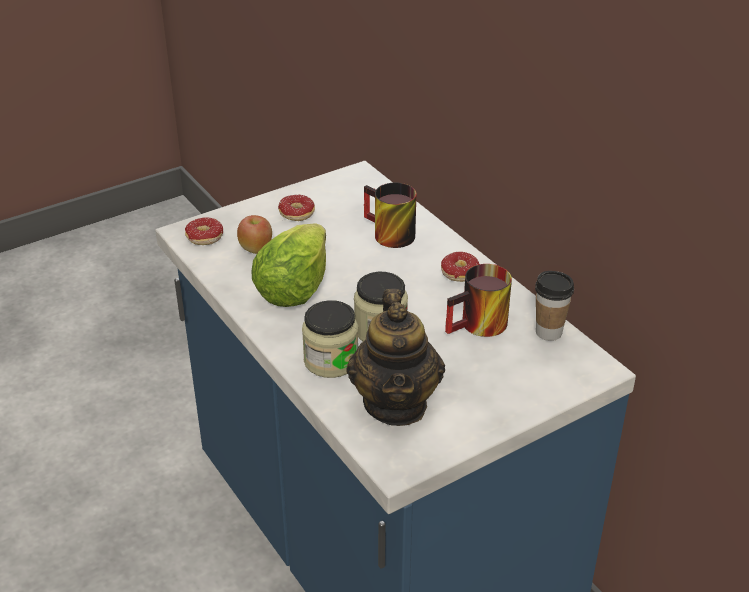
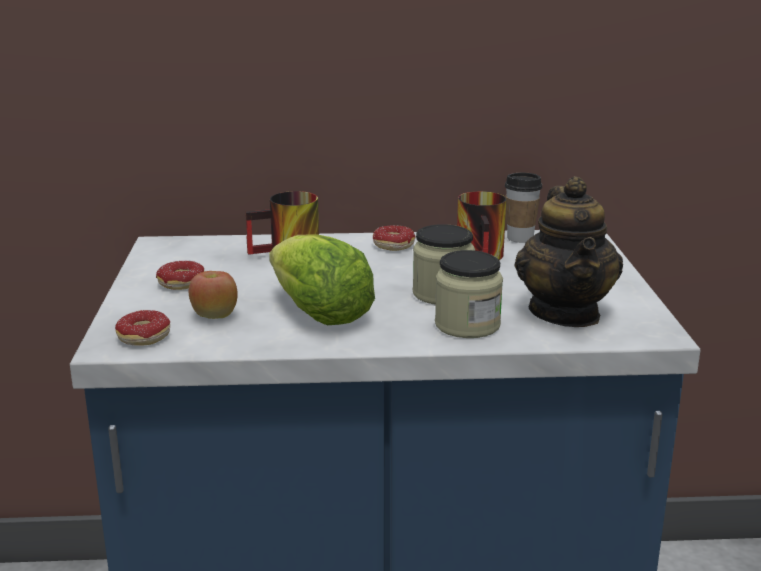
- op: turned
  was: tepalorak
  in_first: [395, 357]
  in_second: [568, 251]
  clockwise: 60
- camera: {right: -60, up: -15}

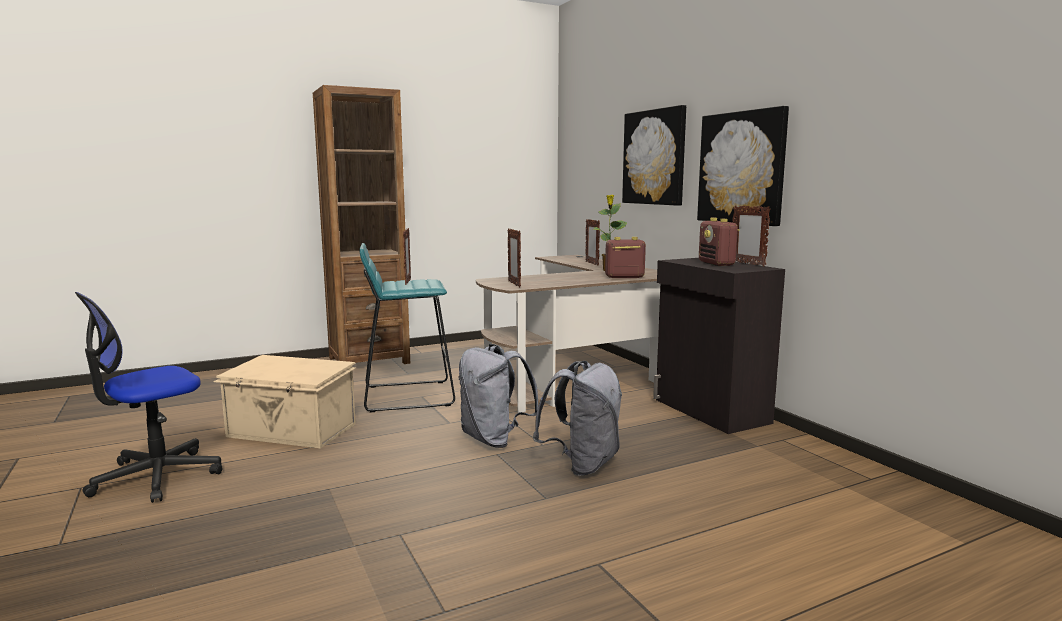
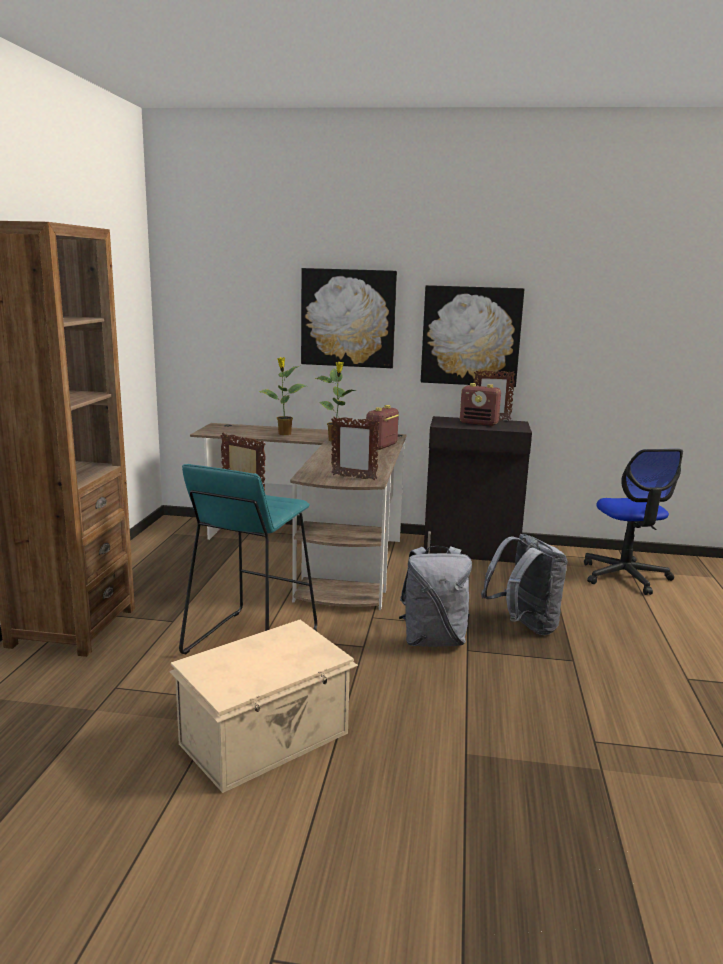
- op: replaced
  was: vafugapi
  now: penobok
  in_first: [593, 242]
  in_second: [282, 396]
- op: moved
  was: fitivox
  in_first: [148, 397]
  in_second: [633, 522]
- camera: {right: -55, up: 5}

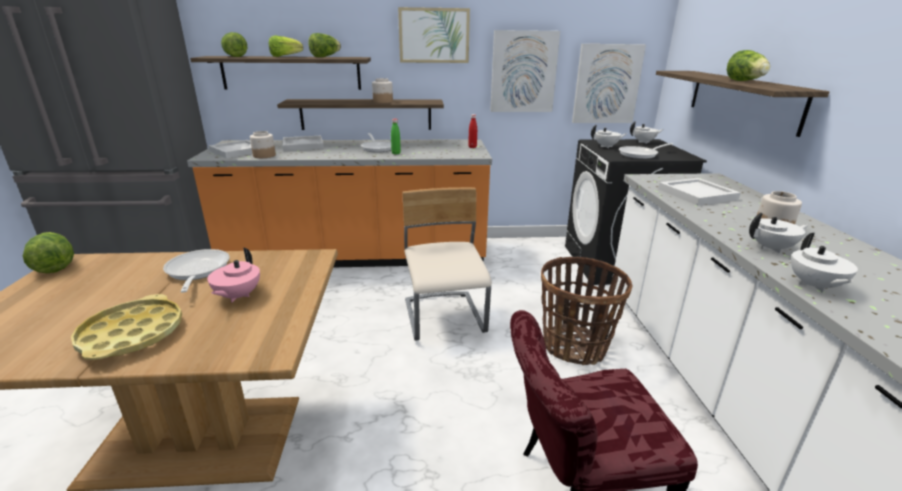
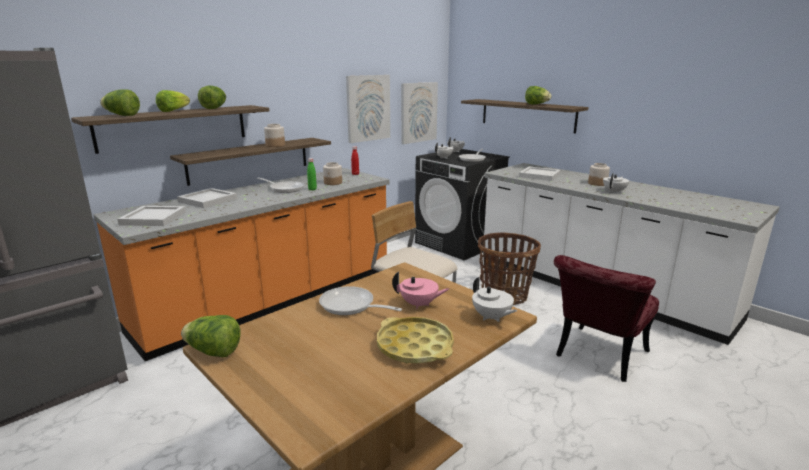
- op: moved
  was: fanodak
  in_first: [263, 144]
  in_second: [332, 173]
- op: turned
  was: pink_tepalorak
  in_first: [233, 275]
  in_second: [420, 290]
  clockwise: -45
- op: moved
  was: white_tepalorak
  in_first: [824, 263]
  in_second: [494, 299]
- op: removed
  was: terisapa
  in_first: [434, 35]
- camera: {right: -40, up: -5}

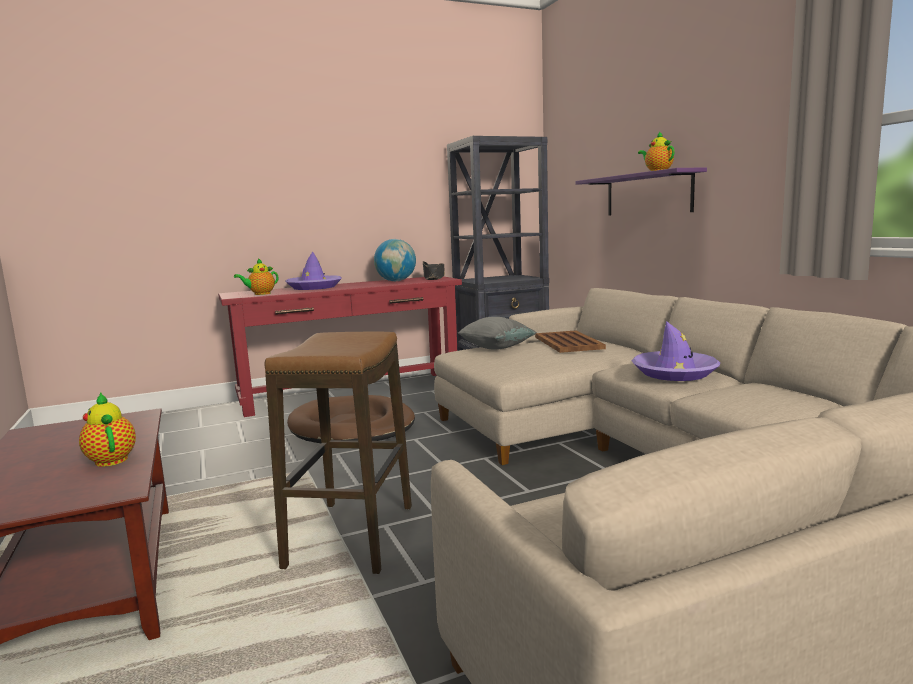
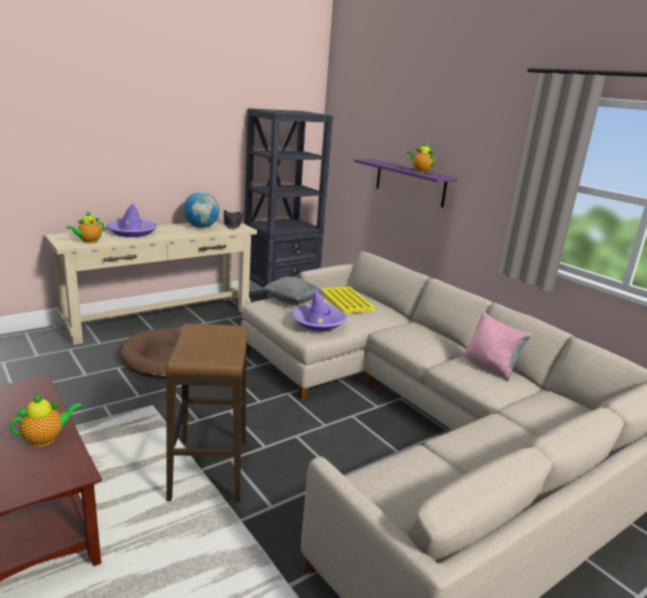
- op: turned
  was: tepalorak
  in_first: [107, 429]
  in_second: [46, 420]
  clockwise: 105
- op: recoloured
  was: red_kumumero
  now: beige_kumumero
  in_first: [340, 346]
  in_second: [150, 282]
- op: moved
  was: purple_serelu
  in_first: [676, 351]
  in_second: [319, 310]
- op: recoloured
  was: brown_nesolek
  now: yellow_nesolek
  in_first: [570, 341]
  in_second: [348, 300]
- op: added
  now: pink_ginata
  in_second: [498, 346]
- camera: {right: -15, up: 10}

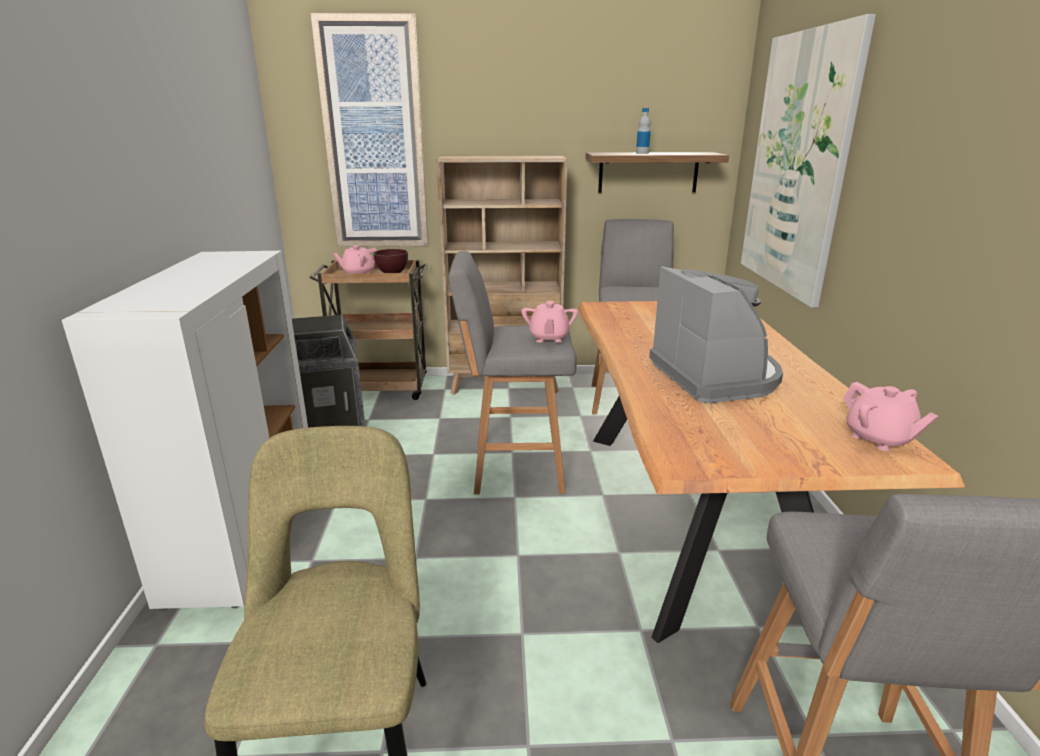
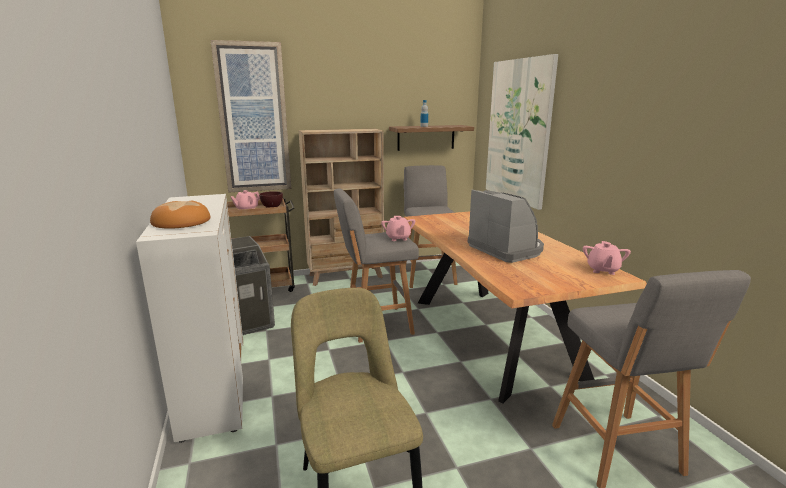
- op: added
  now: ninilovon
  in_second: [180, 215]
- op: turned
  was: pink_tepalorak
  in_first: [890, 416]
  in_second: [607, 258]
  clockwise: 60
- camera: {right: -15, up: -5}

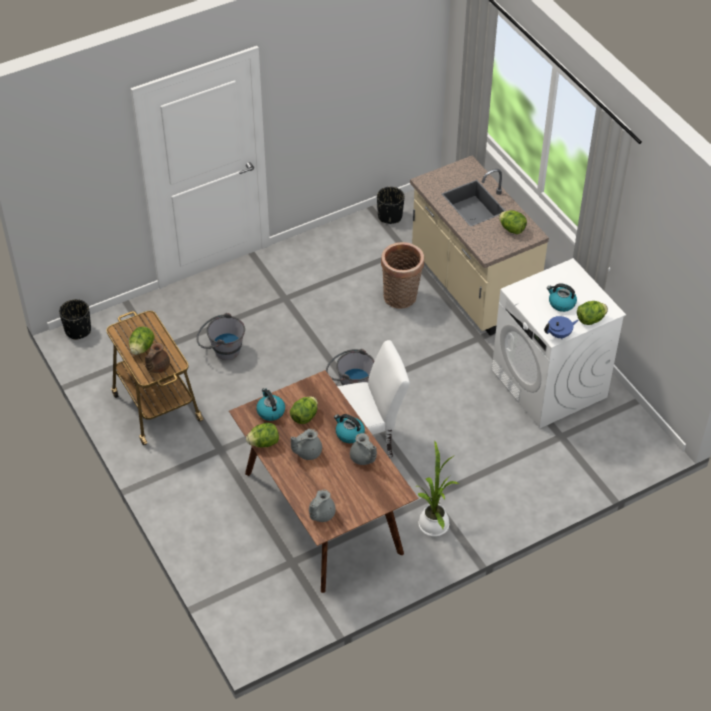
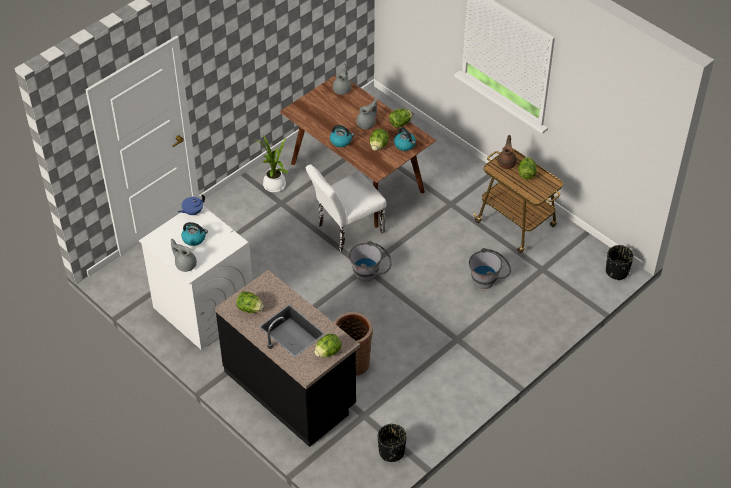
- op: moved
  was: grey_tepalorak
  in_first: [363, 449]
  in_second: [184, 255]
- op: recoloured
  was: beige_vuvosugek
  now: black_vuvosugek
  in_first: [479, 246]
  in_second: [287, 358]
- op: moved
  was: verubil
  in_first: [592, 313]
  in_second: [328, 345]
- camera: {right: 165, up: 0}

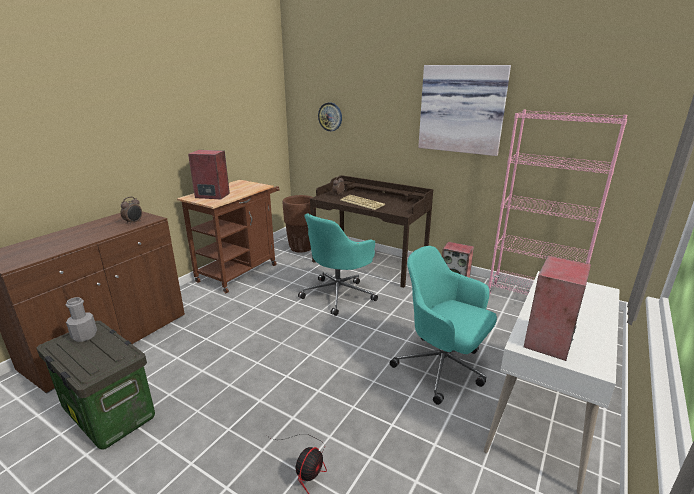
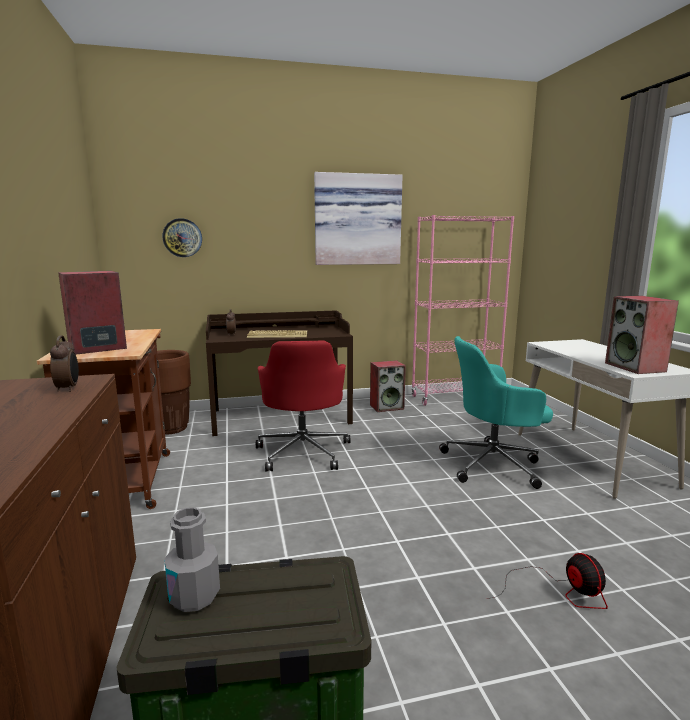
- op: recoloured
  was: turquoise_fitivox
  now: red_fitivox
  in_first: [338, 264]
  in_second: [303, 406]
- camera: {right: -45, up: -10}

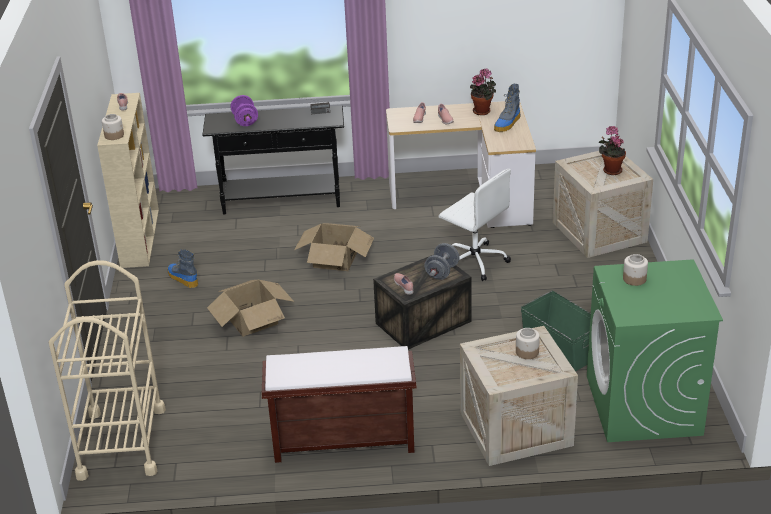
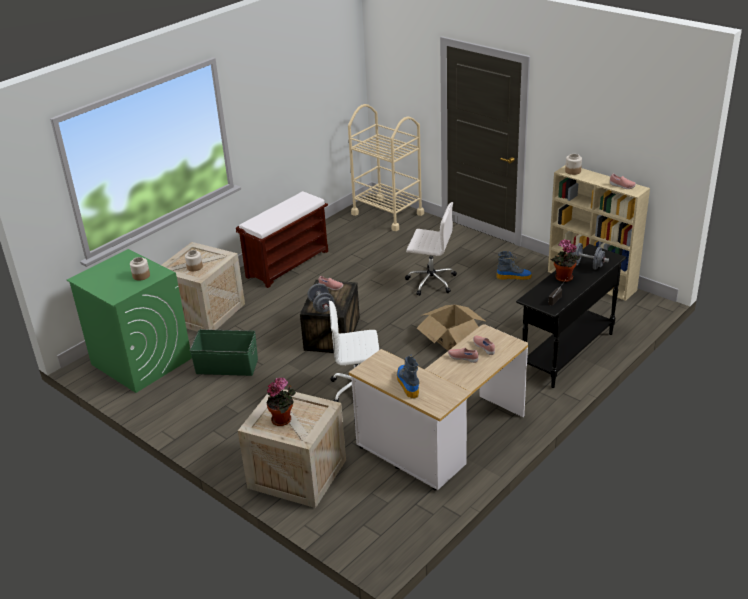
- op: replaced
  was: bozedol
  now: white_fitivox
  in_first: [250, 308]
  in_second: [431, 249]
- op: moved
  was: penobok
  in_first: [483, 92]
  in_second: [565, 261]
- op: recoloured
  was: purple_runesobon
  now: grey_runesobon
  in_first: [244, 110]
  in_second: [588, 256]
- camera: {right: 135, up: 0}

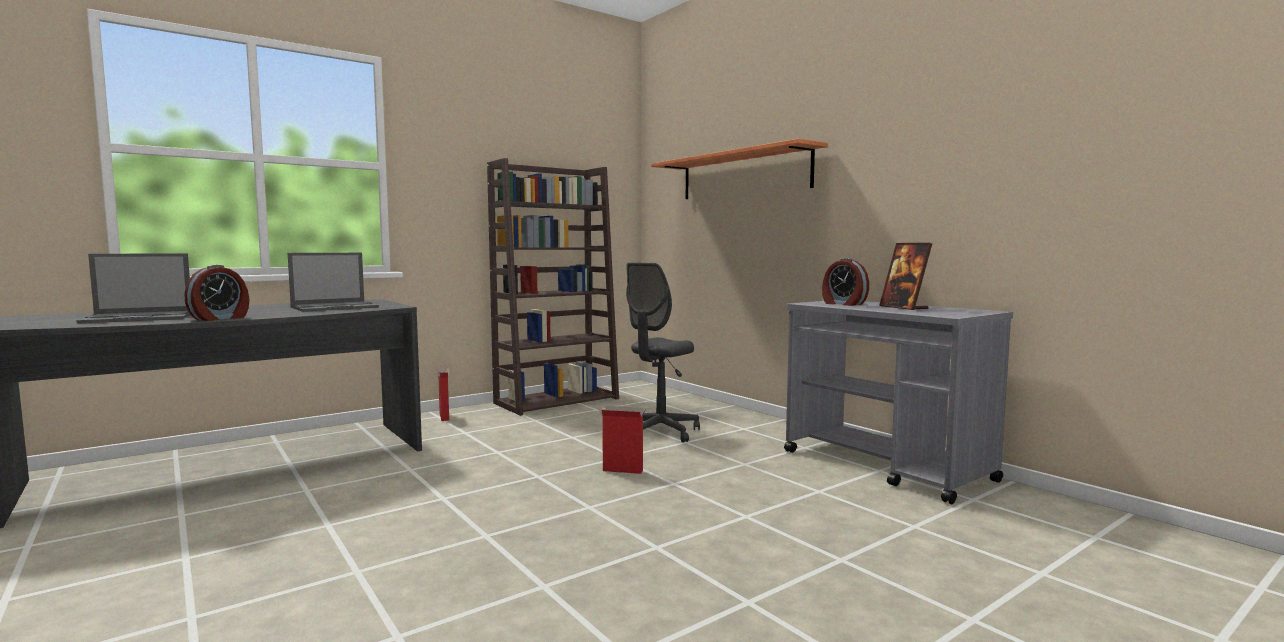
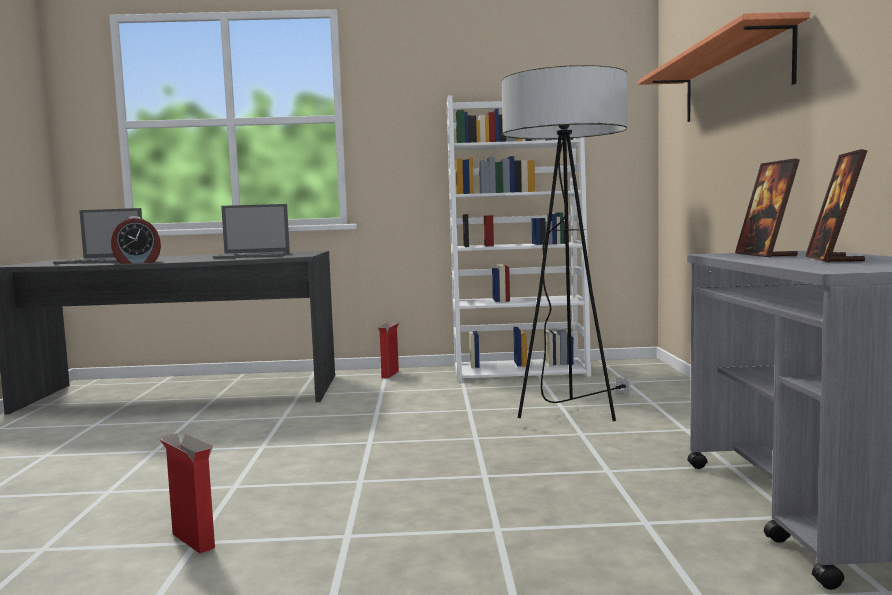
- op: moved
  was: bozedol
  in_first: [622, 440]
  in_second: [187, 493]
- op: recoloured
  was: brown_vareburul
  now: white_vareburul
  in_first: [553, 287]
  in_second: [518, 238]
- op: replaced
  was: grey_fitivox
  now: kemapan
  in_first: [663, 352]
  in_second: [566, 243]
- op: replaced
  was: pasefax
  now: vafugapi
  in_first: [845, 282]
  in_second: [767, 207]
- camera: {right: 35, up: 0}

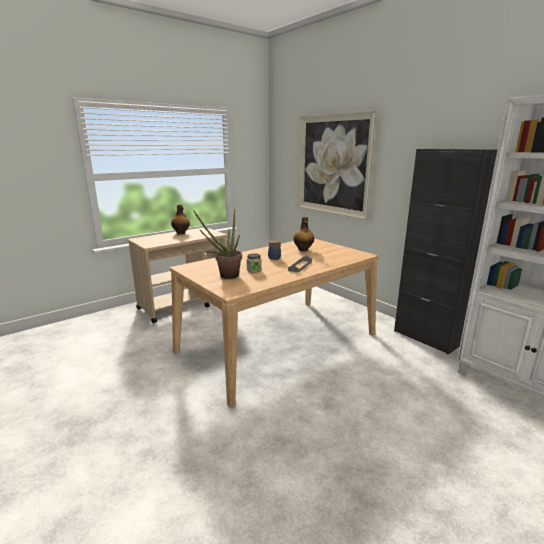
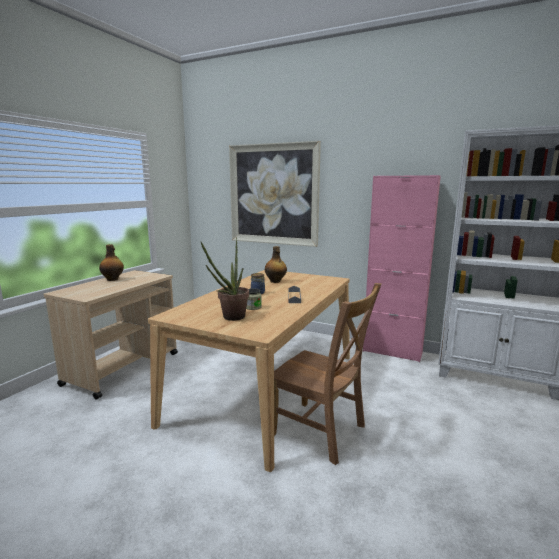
- op: added
  now: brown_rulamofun
  in_second: [328, 374]
- op: recoloured
  was: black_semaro
  now: pink_semaro
  in_first: [446, 251]
  in_second: [402, 268]
- camera: {right: -25, up: -5}

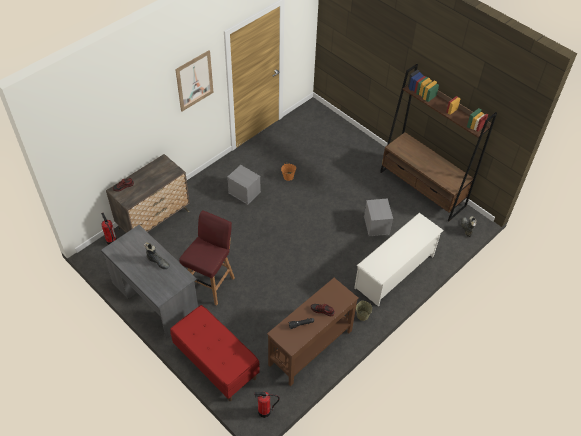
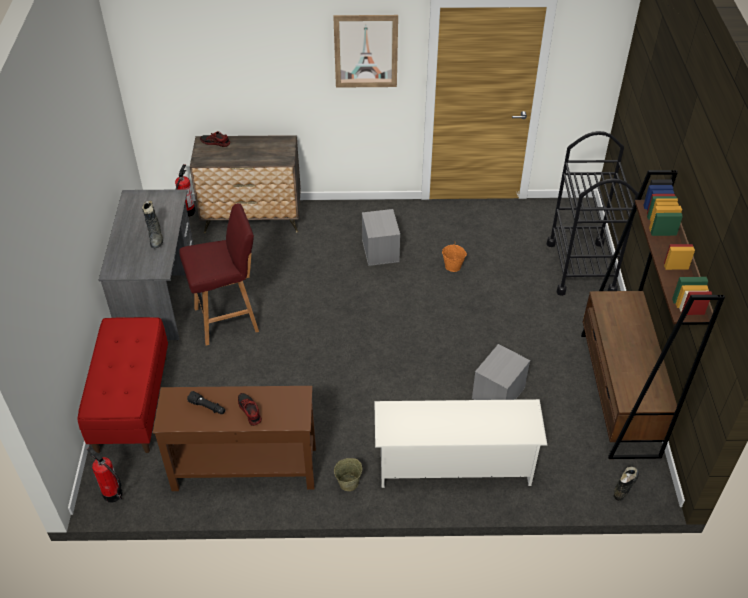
- op: added
  now: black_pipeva
  in_second: [593, 213]
- camera: {right: 45, up: -5}

